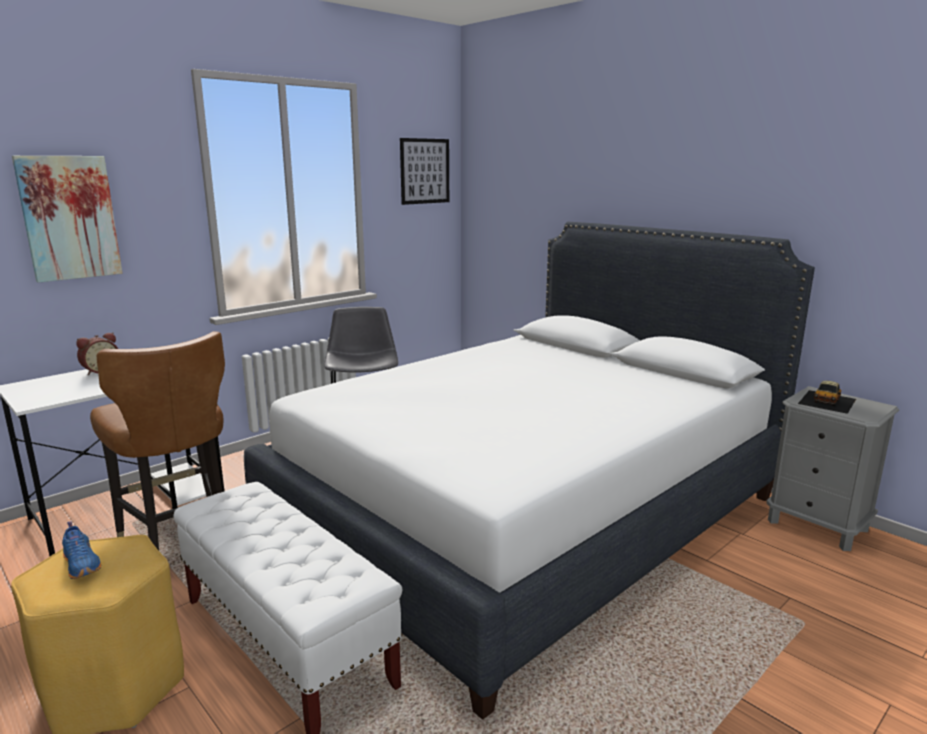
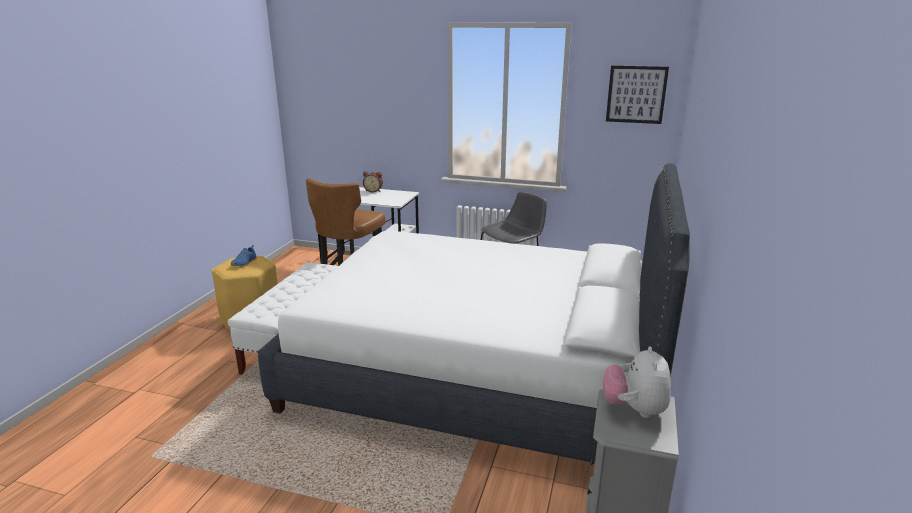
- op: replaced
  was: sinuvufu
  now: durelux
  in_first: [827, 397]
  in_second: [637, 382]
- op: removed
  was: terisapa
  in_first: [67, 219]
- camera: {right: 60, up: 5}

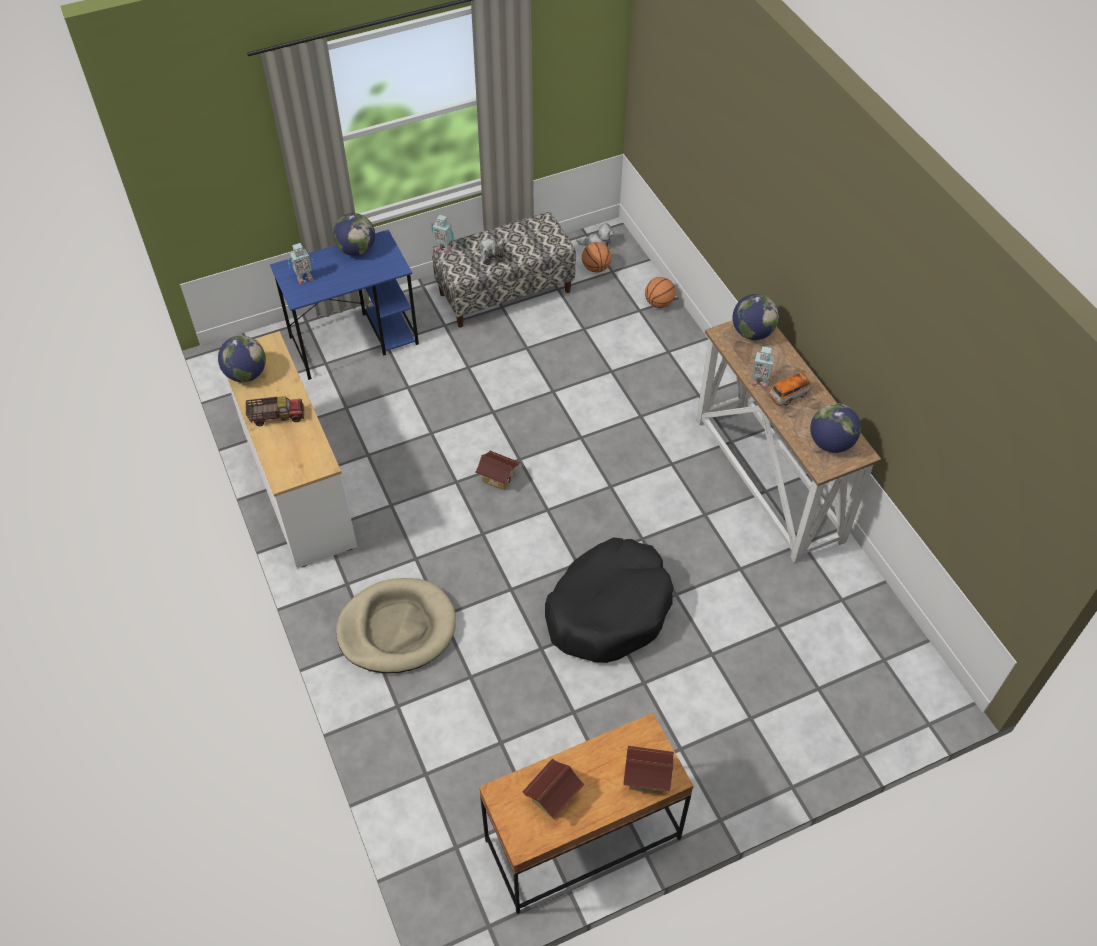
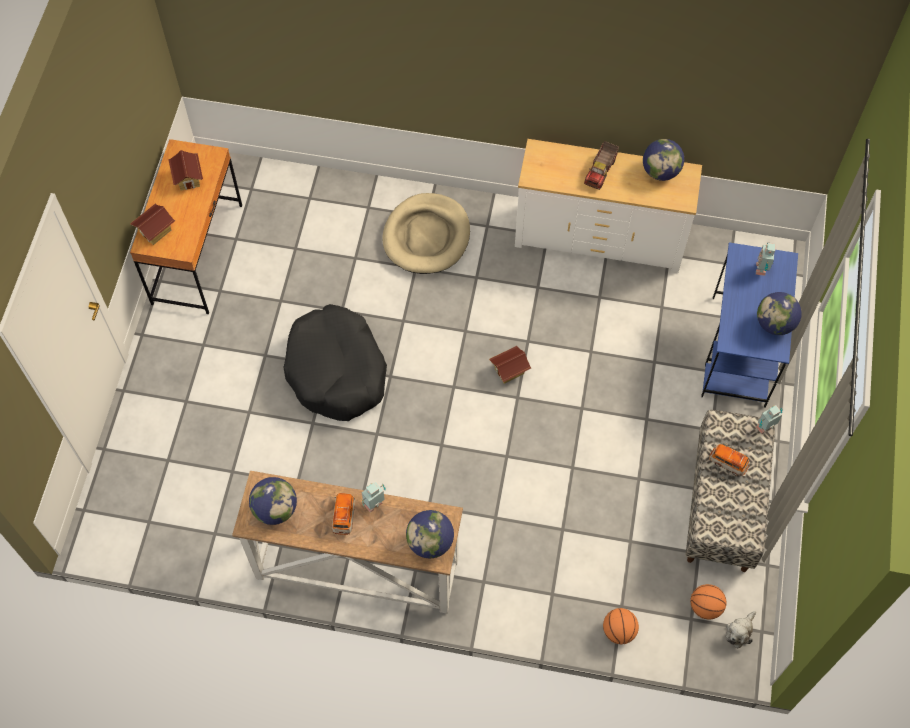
- op: replaced
  was: durelux
  now: sinuvufu
  in_first: [492, 252]
  in_second: [729, 460]
- camera: {right: 125, up: 10}

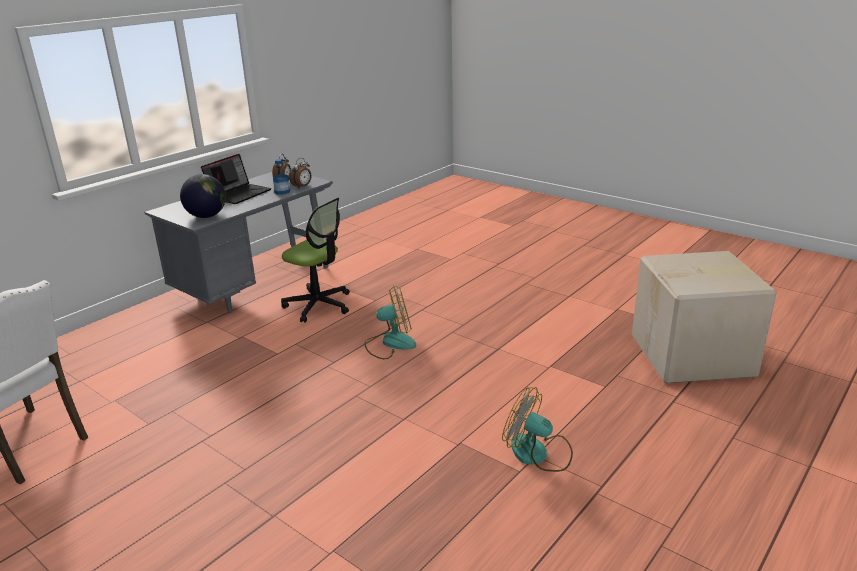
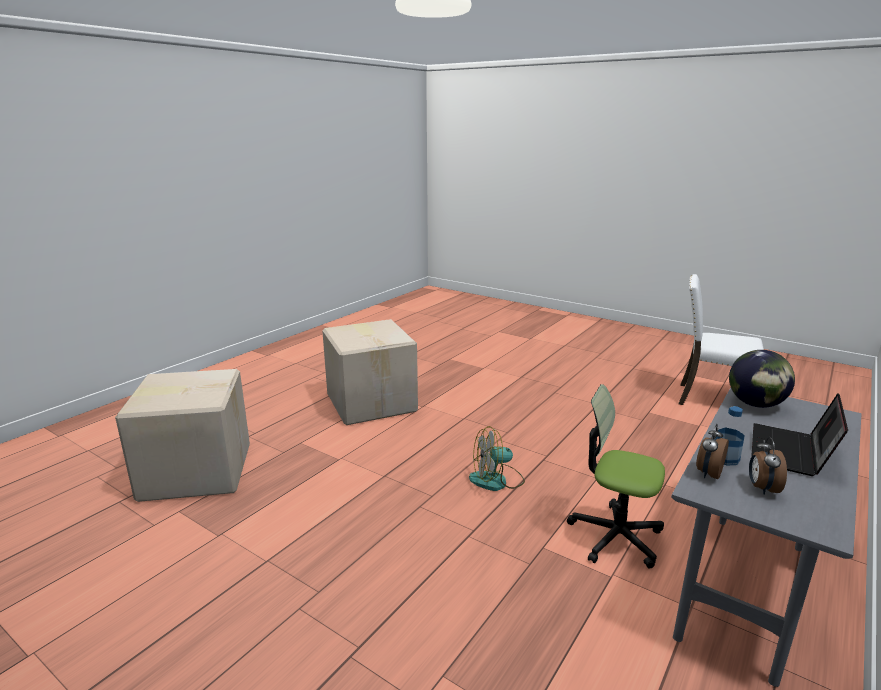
- op: replaced
  was: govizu
  now: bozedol
  in_first: [537, 429]
  in_second: [370, 372]
- camera: {right: 175, up: -5}

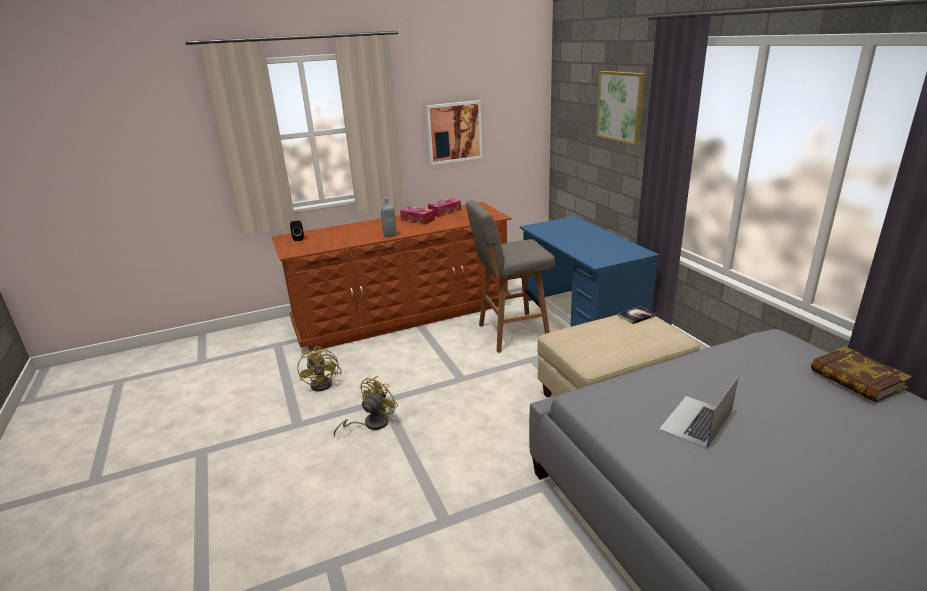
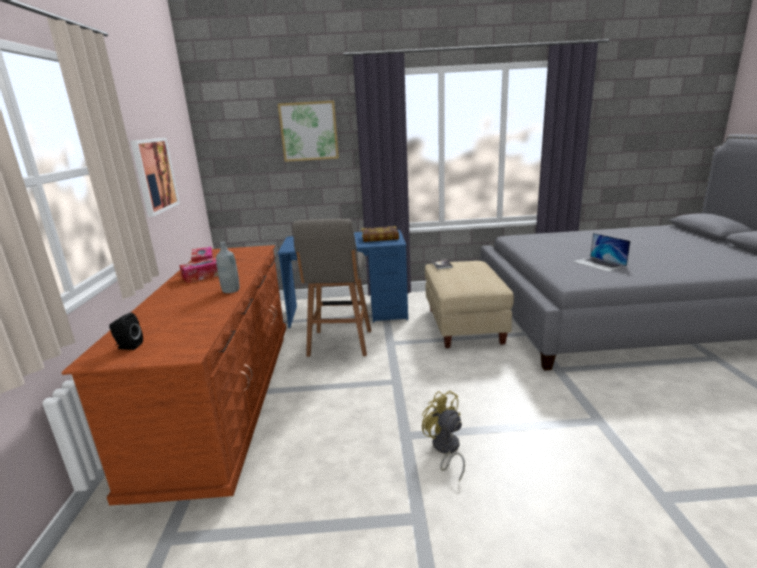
- op: moved
  was: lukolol
  in_first: [861, 374]
  in_second: [380, 234]
- op: removed
  was: yellow_govizu
  in_first: [319, 368]
- camera: {right: -70, up: -5}

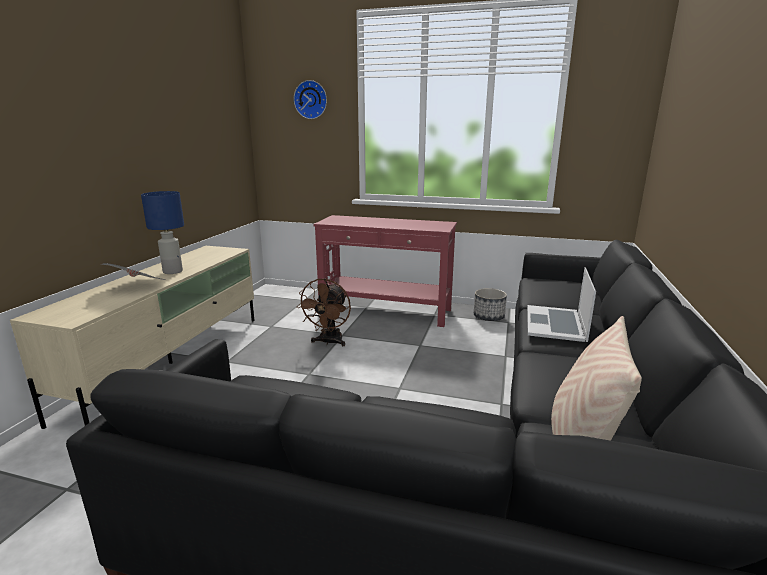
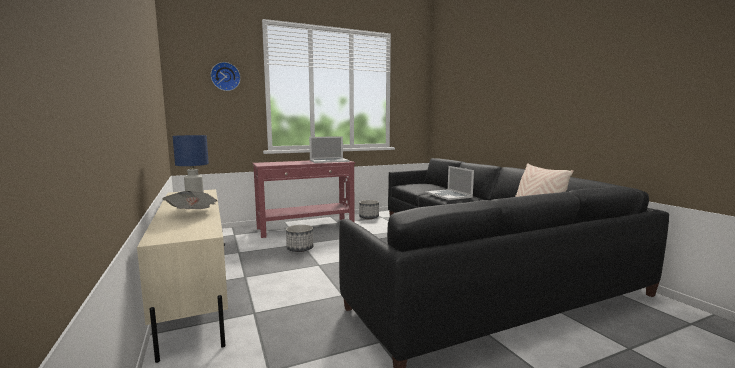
- op: replaced
  was: brown_govizu
  now: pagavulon
  in_first: [323, 312]
  in_second: [299, 238]
- op: added
  now: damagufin
  in_second: [329, 149]
- camera: {right: -40, up: -10}

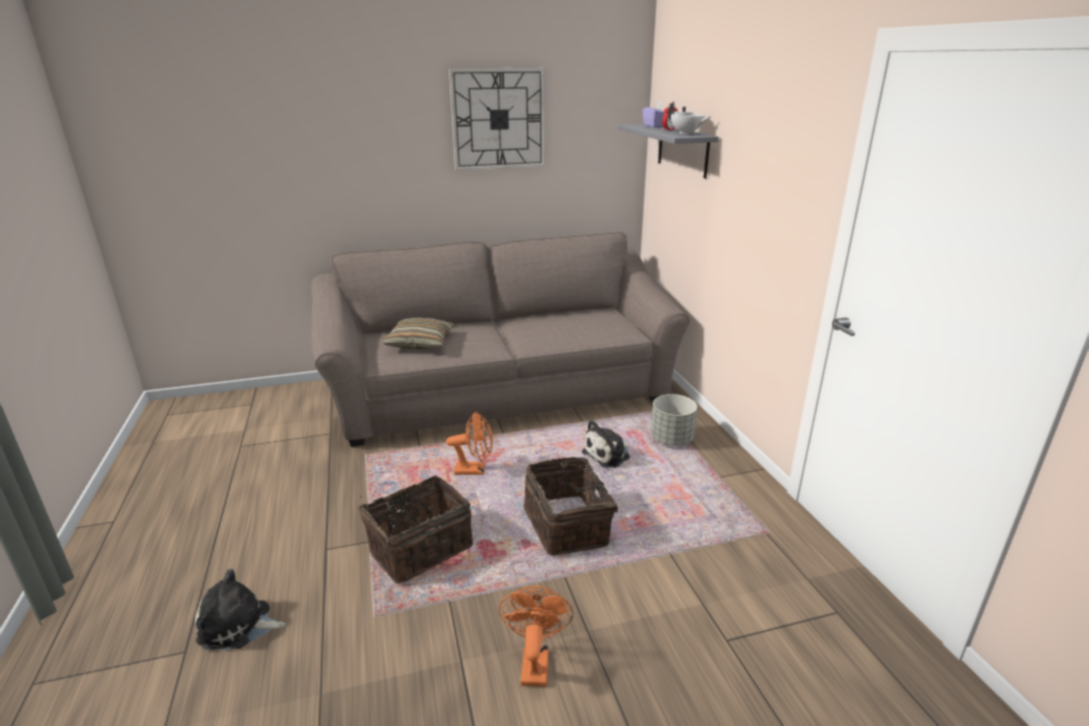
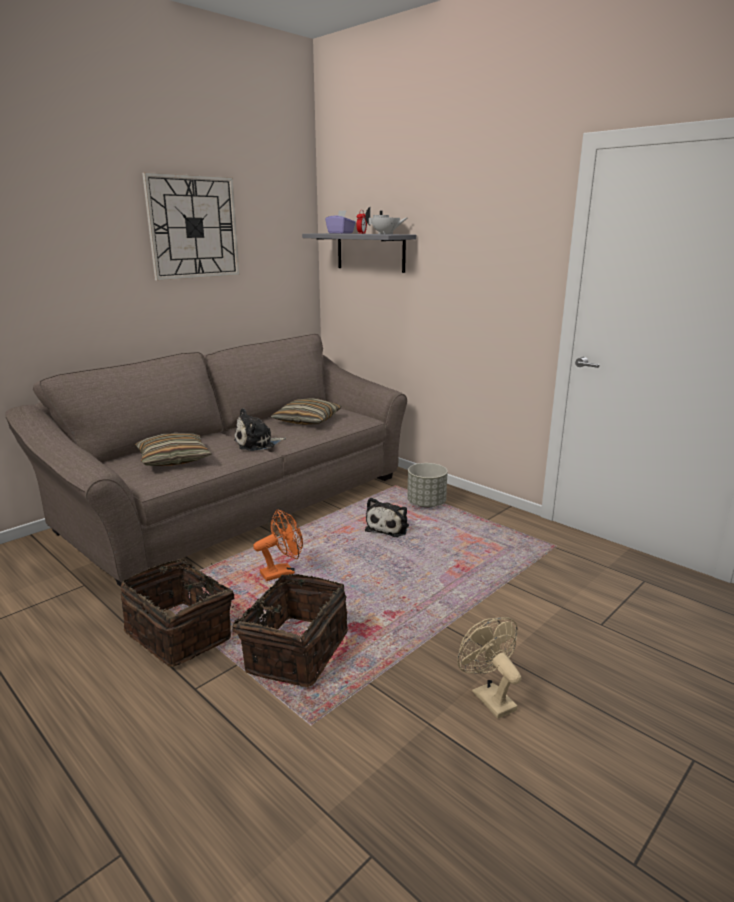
- op: moved
  was: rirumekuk
  in_first: [571, 506]
  in_second: [177, 613]
- op: moved
  was: durelux
  in_first: [240, 609]
  in_second: [260, 429]
- op: added
  now: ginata
  in_second: [306, 411]
- op: recoloured
  was: orange_govizu
  now: beige_govizu
  in_first: [535, 636]
  in_second: [489, 668]
- camera: {right: -30, up: -5}

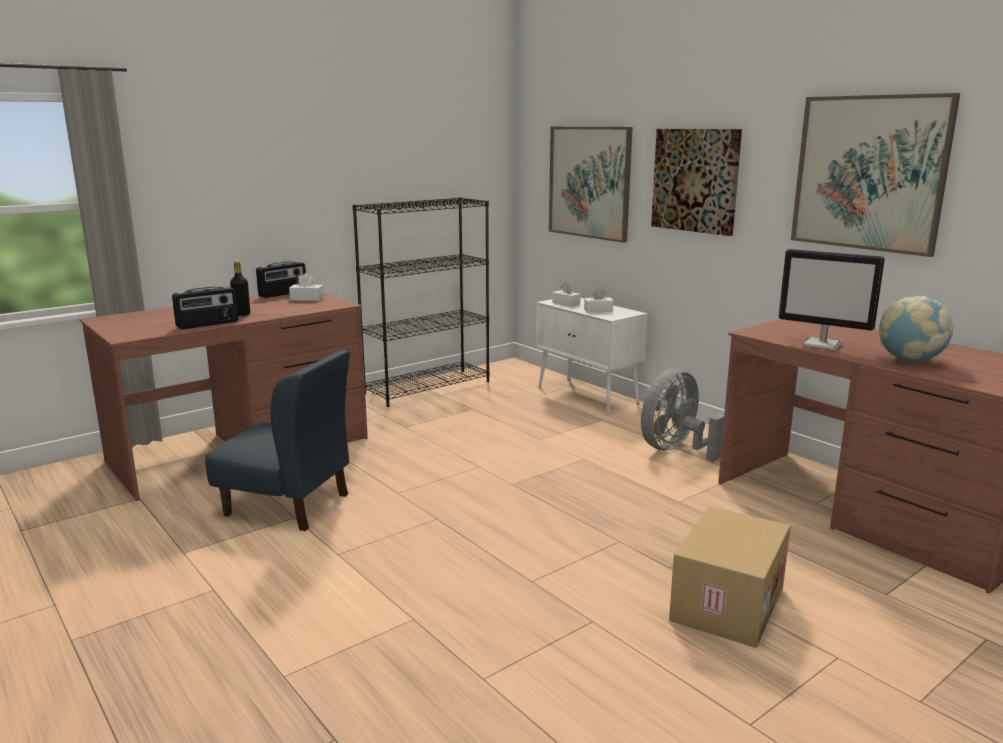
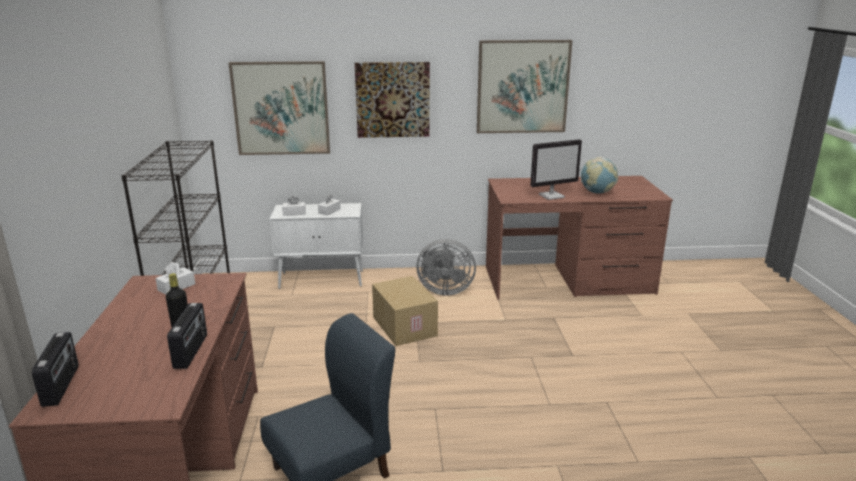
- op: moved
  was: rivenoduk
  in_first: [281, 279]
  in_second: [55, 369]
- op: moved
  was: bozedol
  in_first: [730, 577]
  in_second: [405, 311]
- op: turned
  was: grey_govizu
  in_first: [683, 415]
  in_second: [446, 267]
  clockwise: -75
- camera: {right: -55, up: 5}

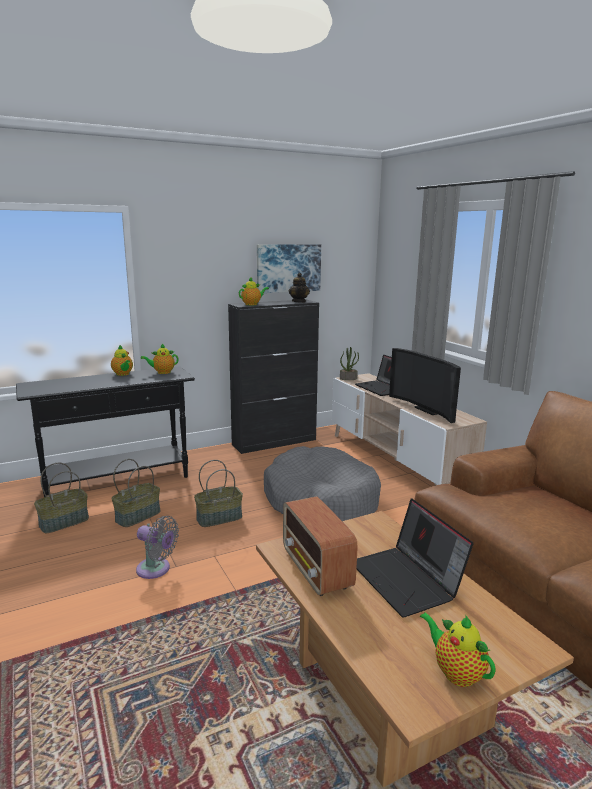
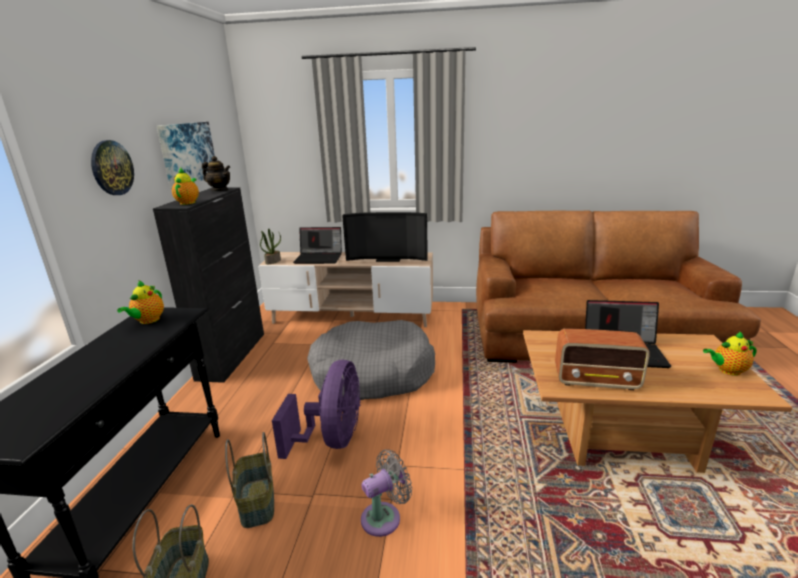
- op: added
  now: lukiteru
  in_second: [112, 167]
- op: replaced
  was: rirumekuk
  now: purple_govizu
  in_first: [218, 493]
  in_second: [316, 409]
- op: removed
  was: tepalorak
  in_first: [122, 360]
- camera: {right: -55, up: 5}

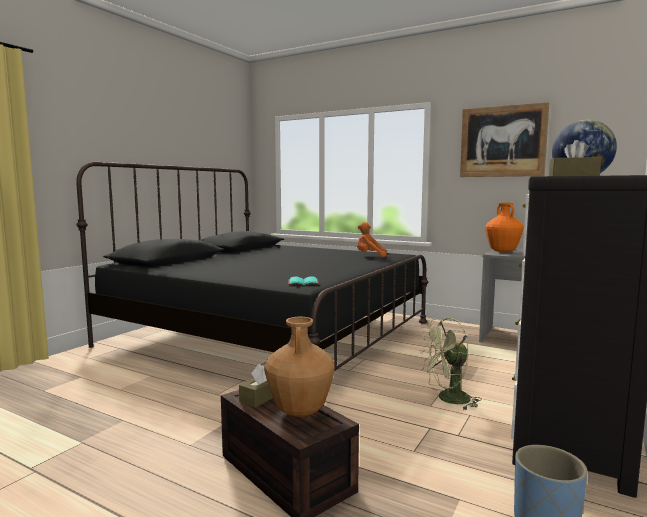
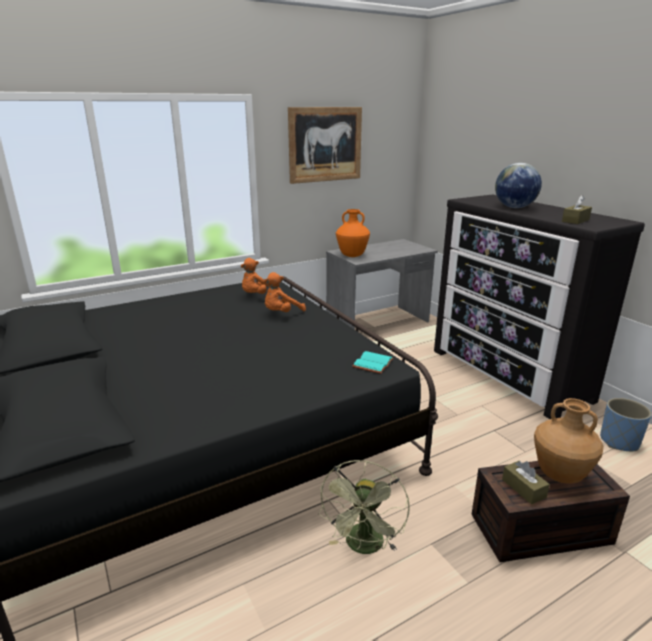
- op: added
  now: orange_durelux
  in_second: [285, 292]
- op: moved
  was: green_govizu
  in_first: [450, 364]
  in_second: [364, 507]
- camera: {right: -60, up: 15}

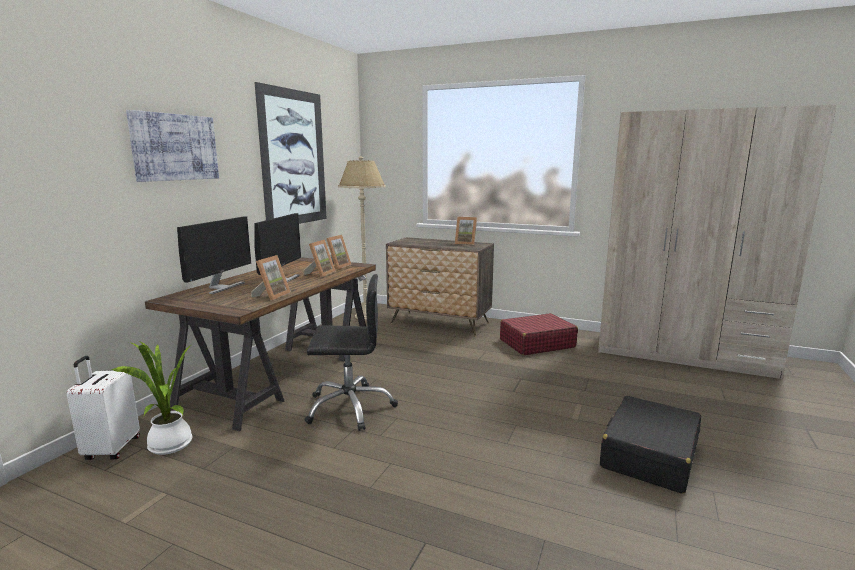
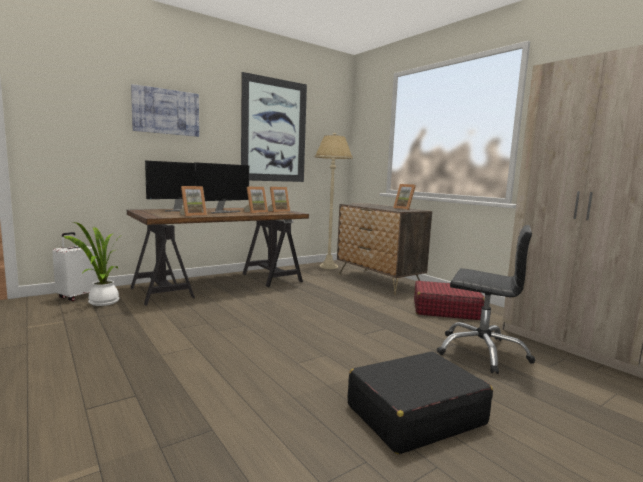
- op: moved
  was: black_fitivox
  in_first: [351, 352]
  in_second: [486, 299]
- camera: {right: 30, up: -5}

